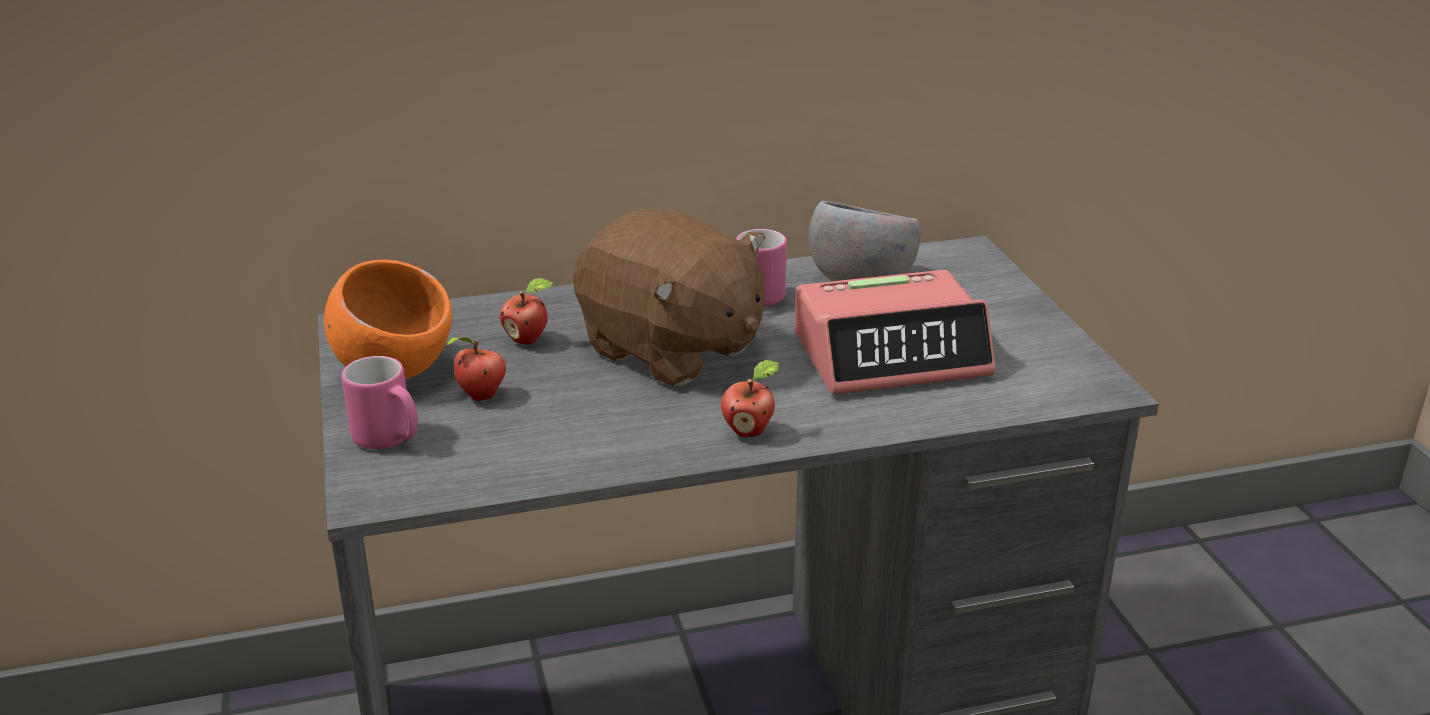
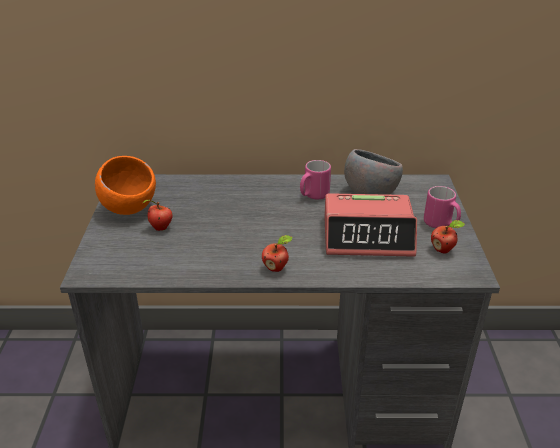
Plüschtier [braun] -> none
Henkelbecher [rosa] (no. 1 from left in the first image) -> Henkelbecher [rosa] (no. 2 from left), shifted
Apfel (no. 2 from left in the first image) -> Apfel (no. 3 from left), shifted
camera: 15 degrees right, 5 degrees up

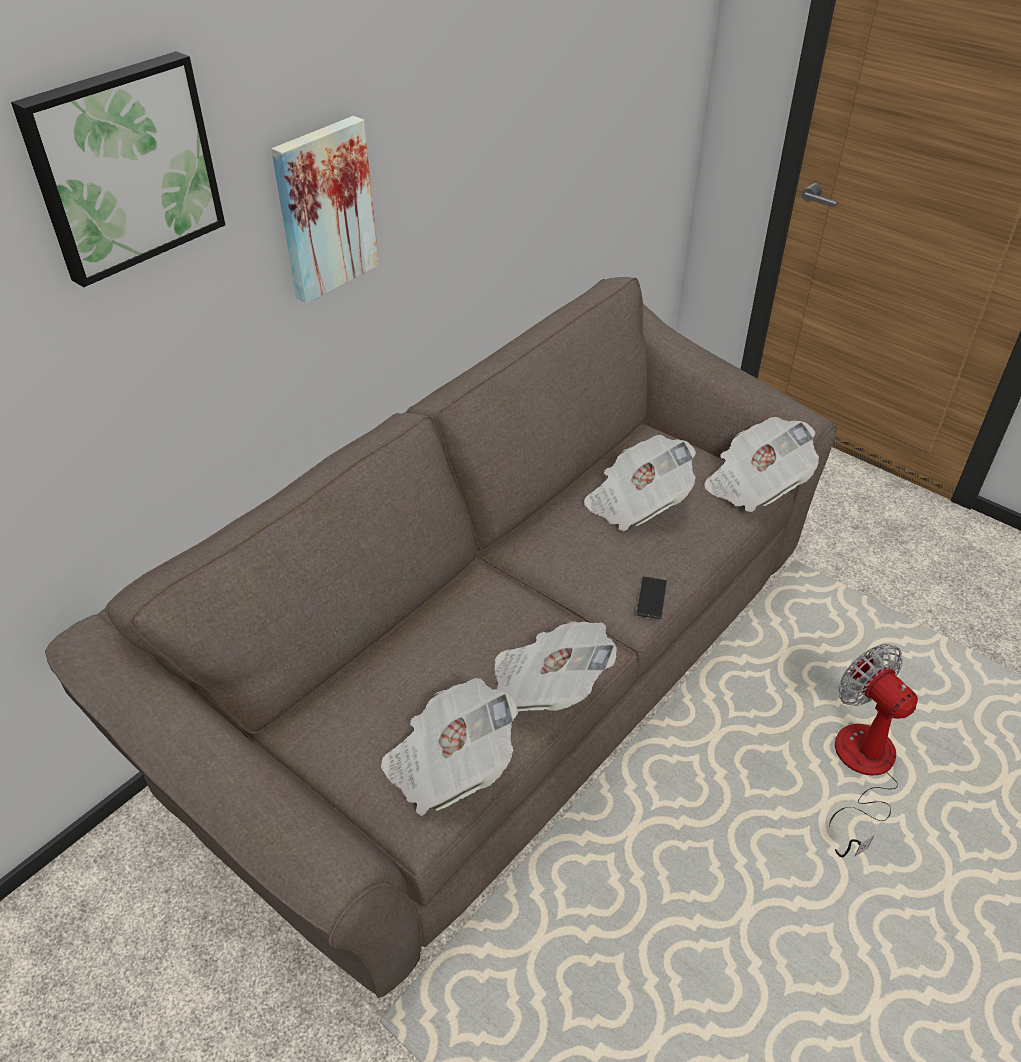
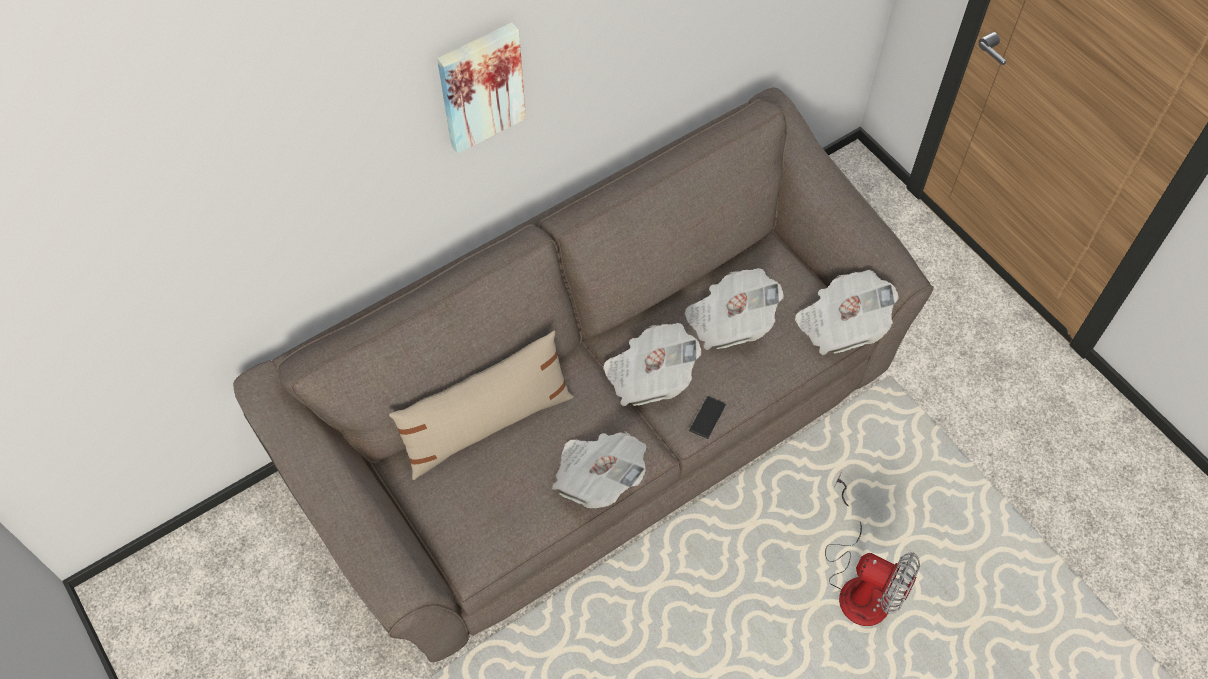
Bild (no. 1 from left) -> none
none -> Kissen [beige]
Zeitung (no. 1 from left in the first image) -> Zeitung (no. 2 from left), shifted
Ventilator, 135 degrees clockwise
camera: 15 degrees right, 15 degrees up

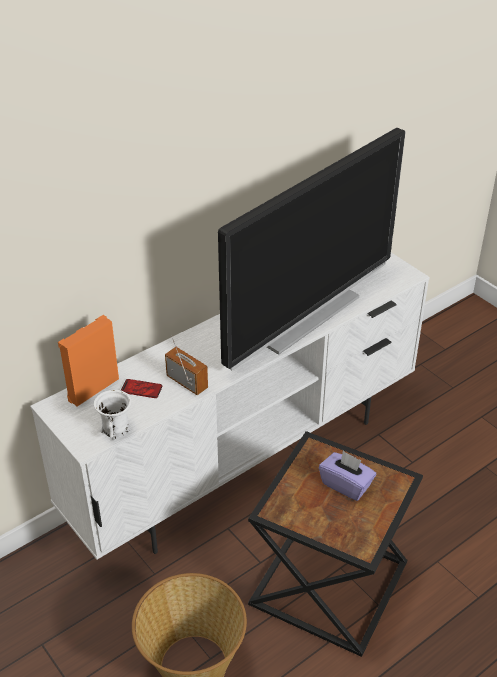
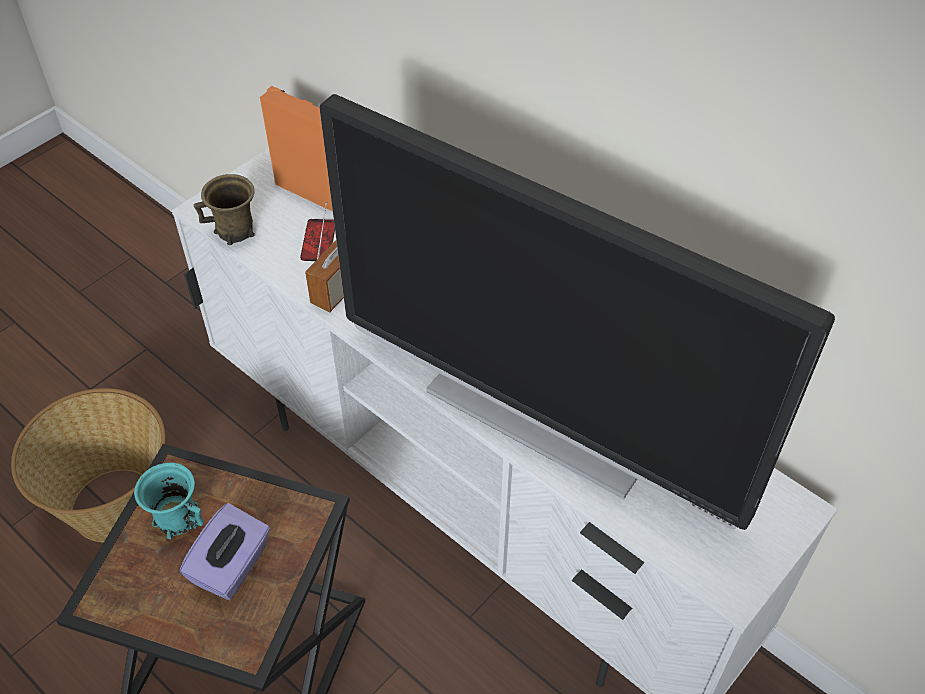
none -> Henkelbecher [türkis]
Henkelbecher [weiß] -> Henkelbecher [braun]
camera: 80 degrees right, 10 degrees up

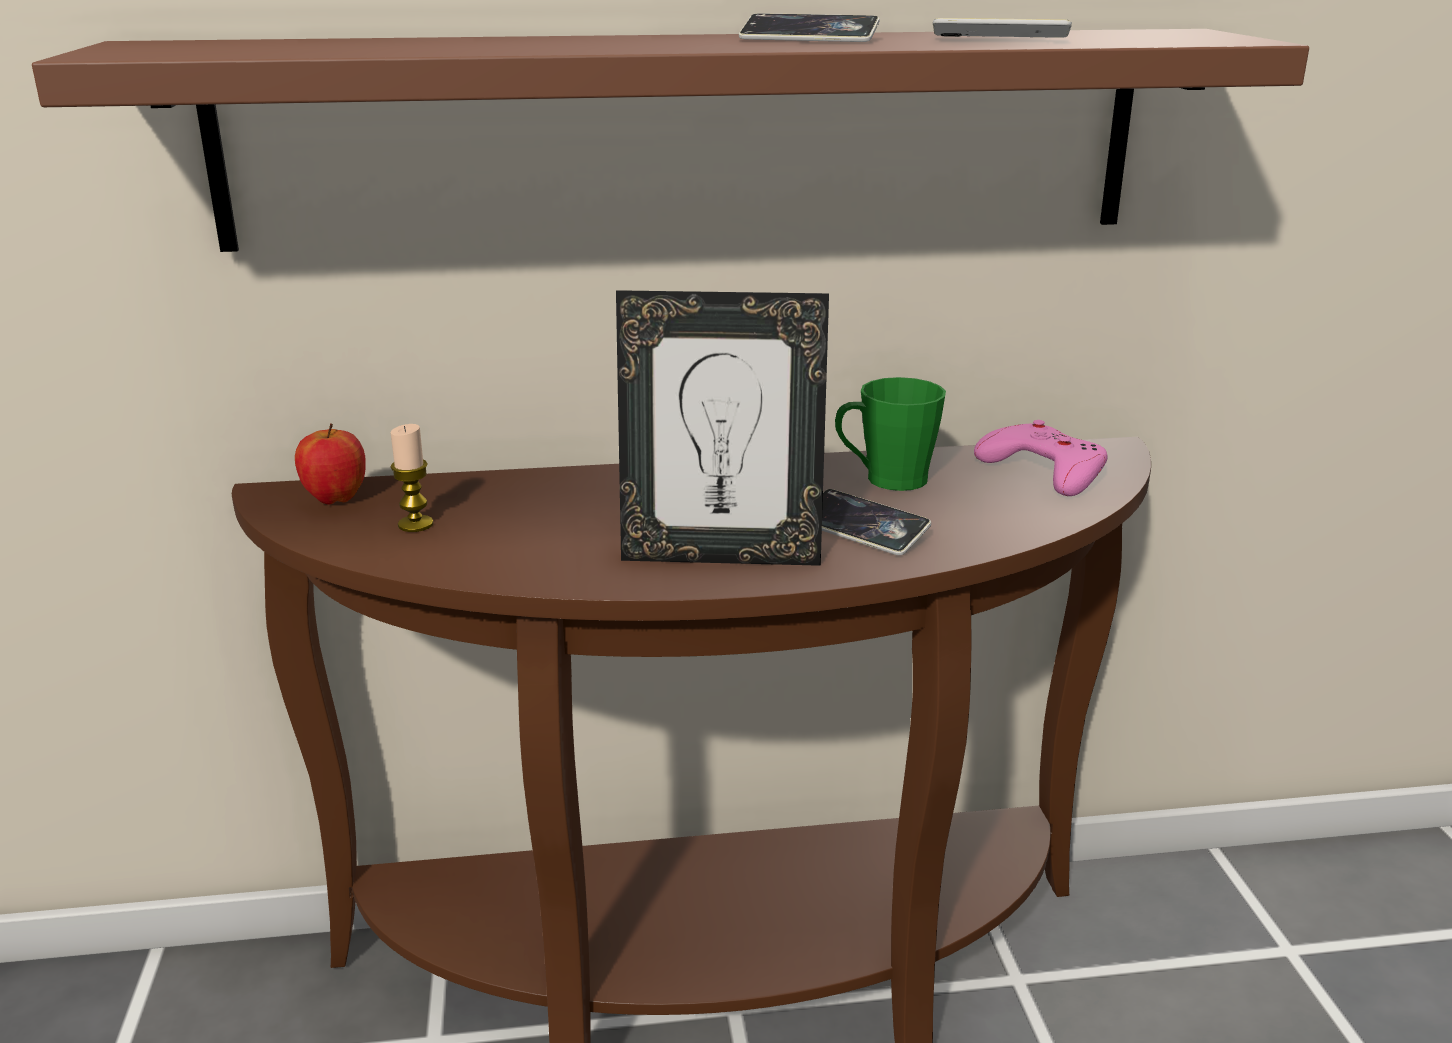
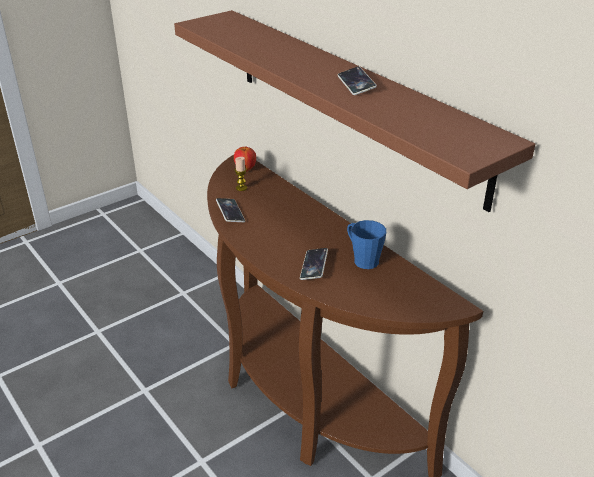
Bilderrahmen -> none
Gamepad [rosa] -> none
Handy (no. 3 from left in the first image) -> Handy (no. 1 from left), shifted
Henkelbecher [grün] -> Henkelbecher [blau]
camera: 60 degrees right, 10 degrees up

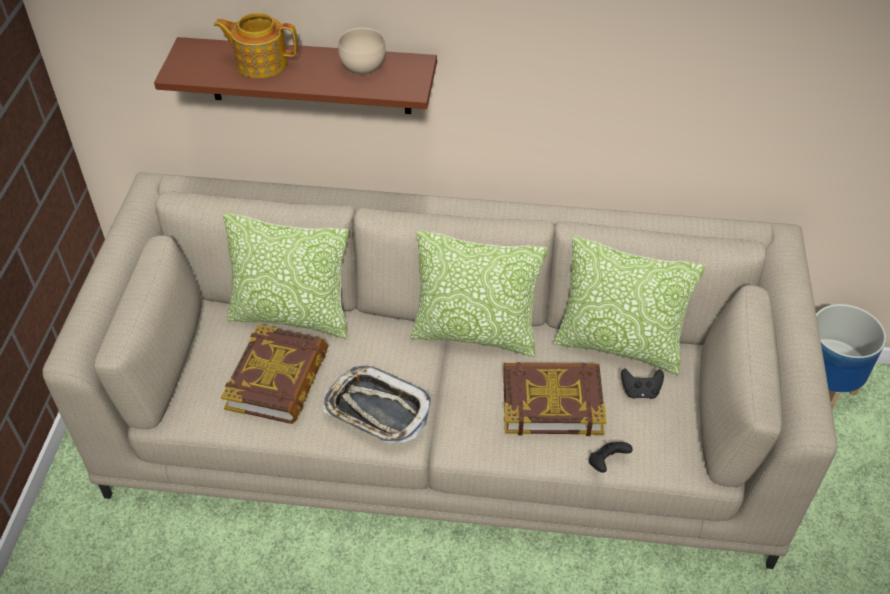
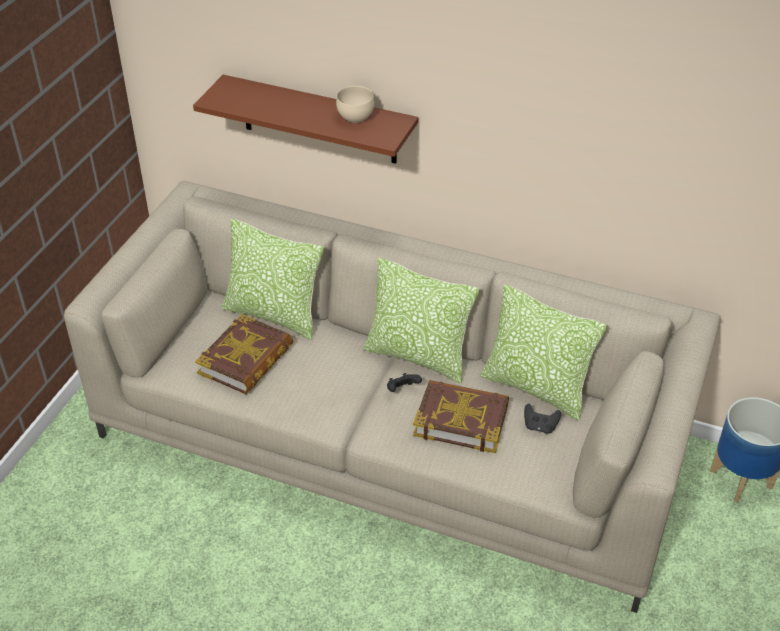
Teekanne -> none
Tablett -> none
Gamepad [schwarz] (no. 1 from left), shifted
camera: 15 degrees right, 5 degrees down

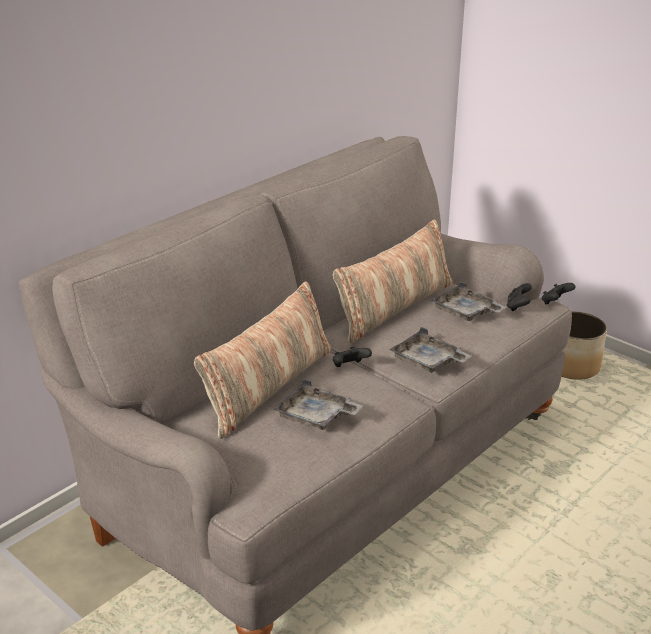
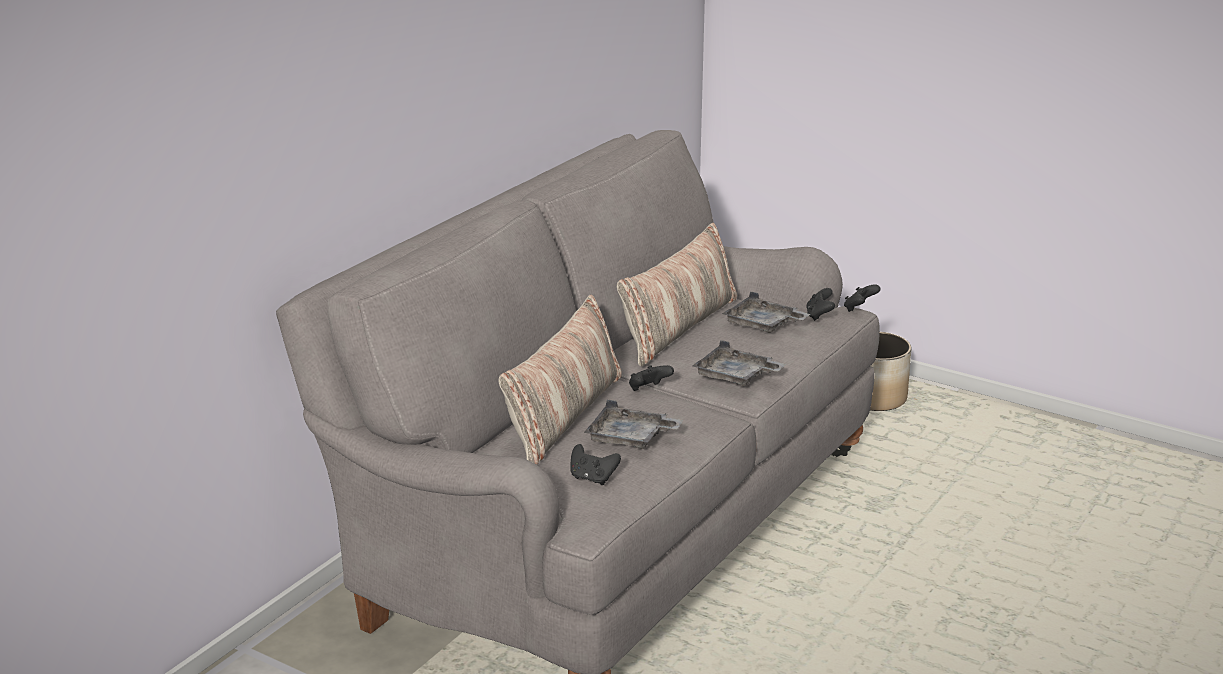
none -> Gamepad [schwarz] (no. 1 from left)
camera: 10 degrees left, 5 degrees down

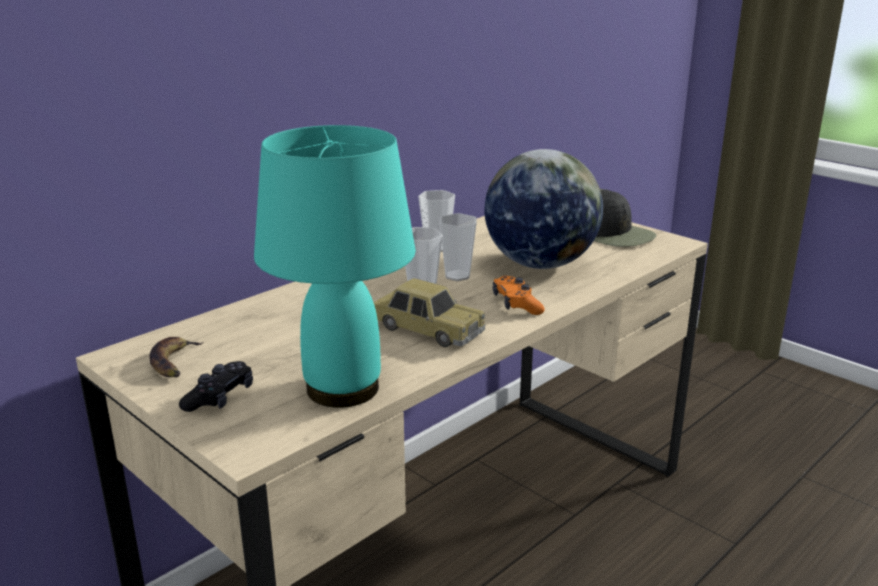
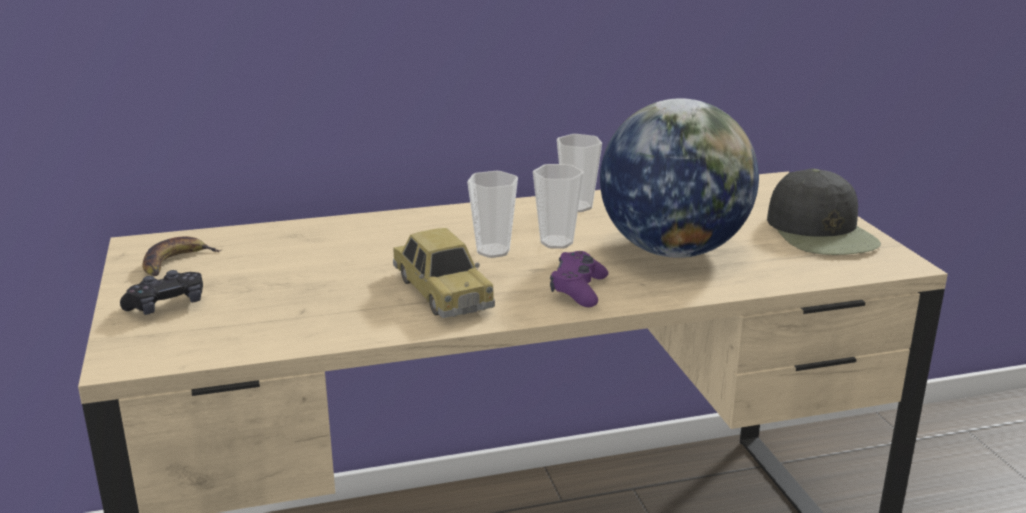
Tischlampe [türkis] -> none
Gamepad [orange] -> Gamepad [lila]
camera: 30 degrees right, 0 degrees up

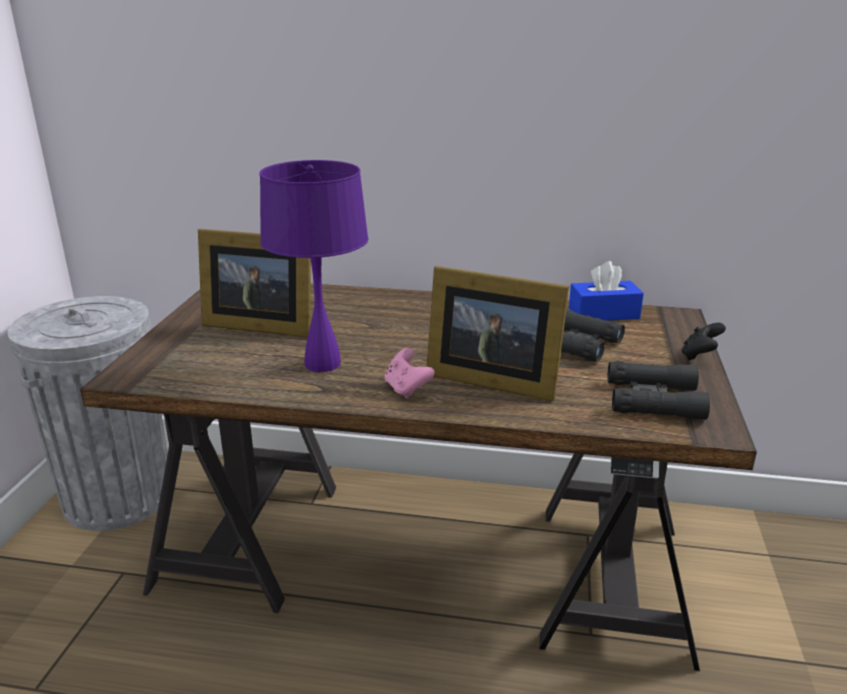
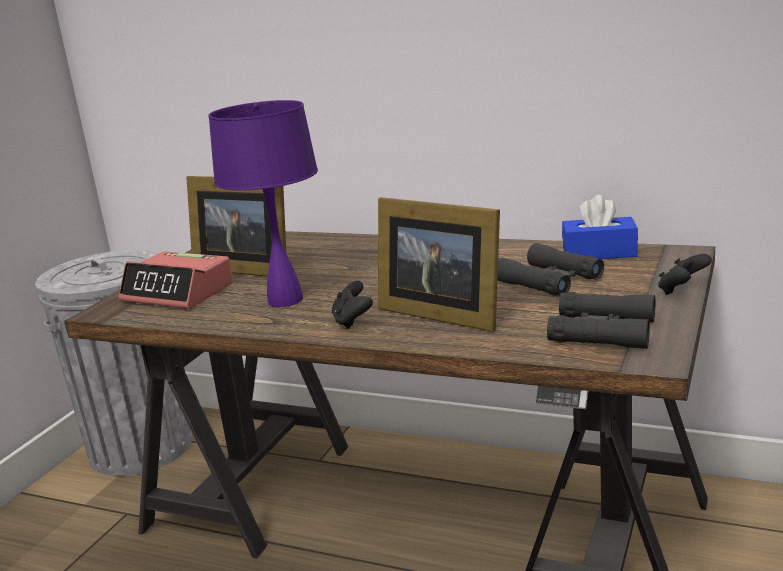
none -> Wecker
Gamepad [rosa] -> Gamepad [schwarz] (no. 1 from left)
camera: 15 degrees right, 5 degrees down

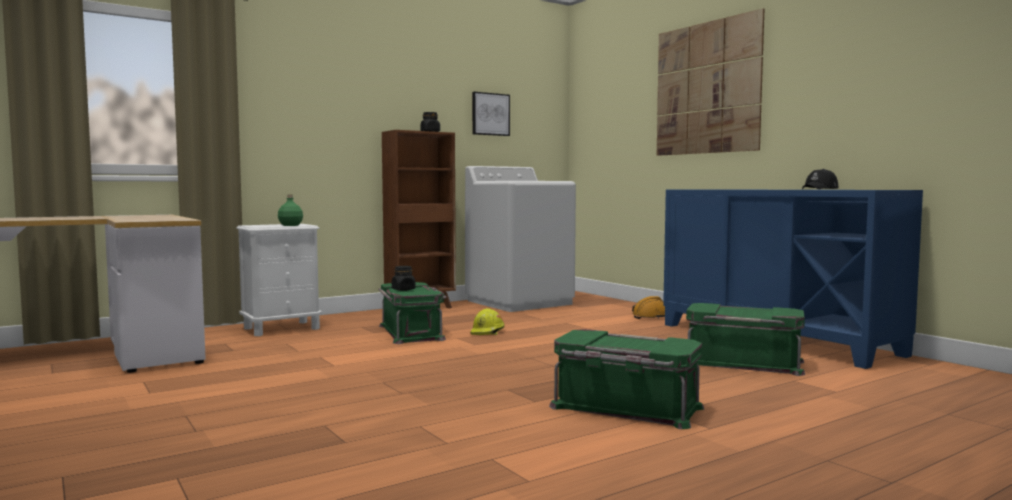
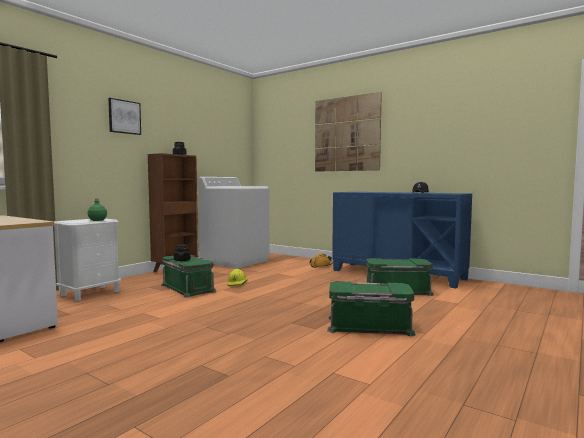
Bild (no. 1 from left), shifted
camera: 20 degrees left, 0 degrees up

